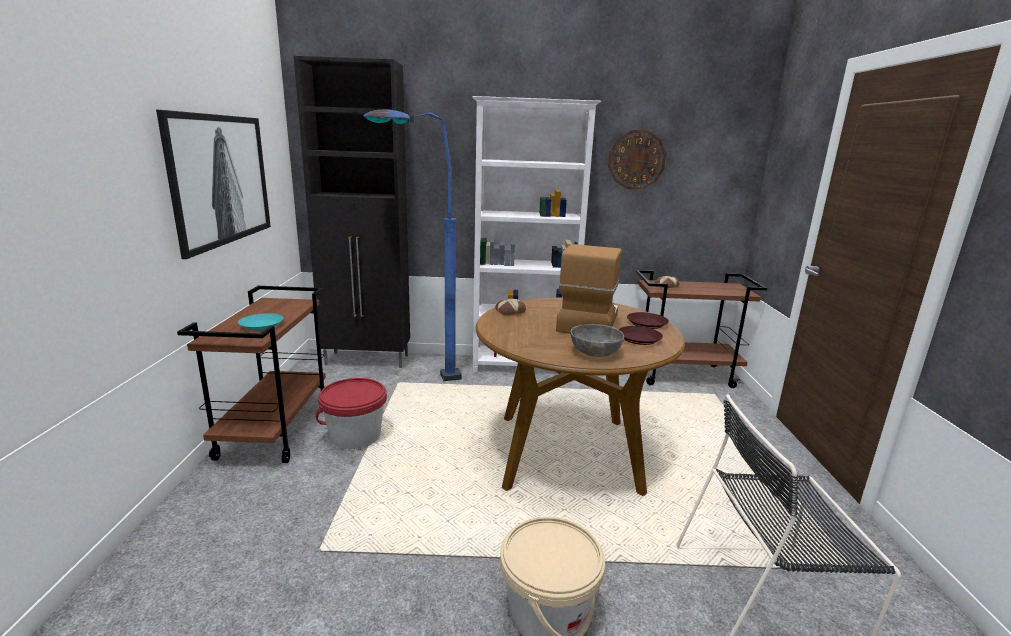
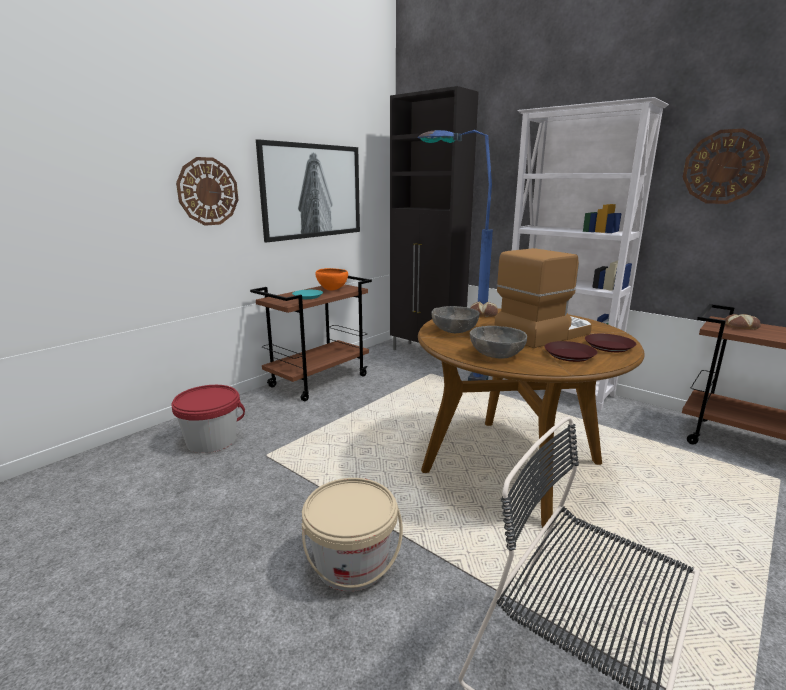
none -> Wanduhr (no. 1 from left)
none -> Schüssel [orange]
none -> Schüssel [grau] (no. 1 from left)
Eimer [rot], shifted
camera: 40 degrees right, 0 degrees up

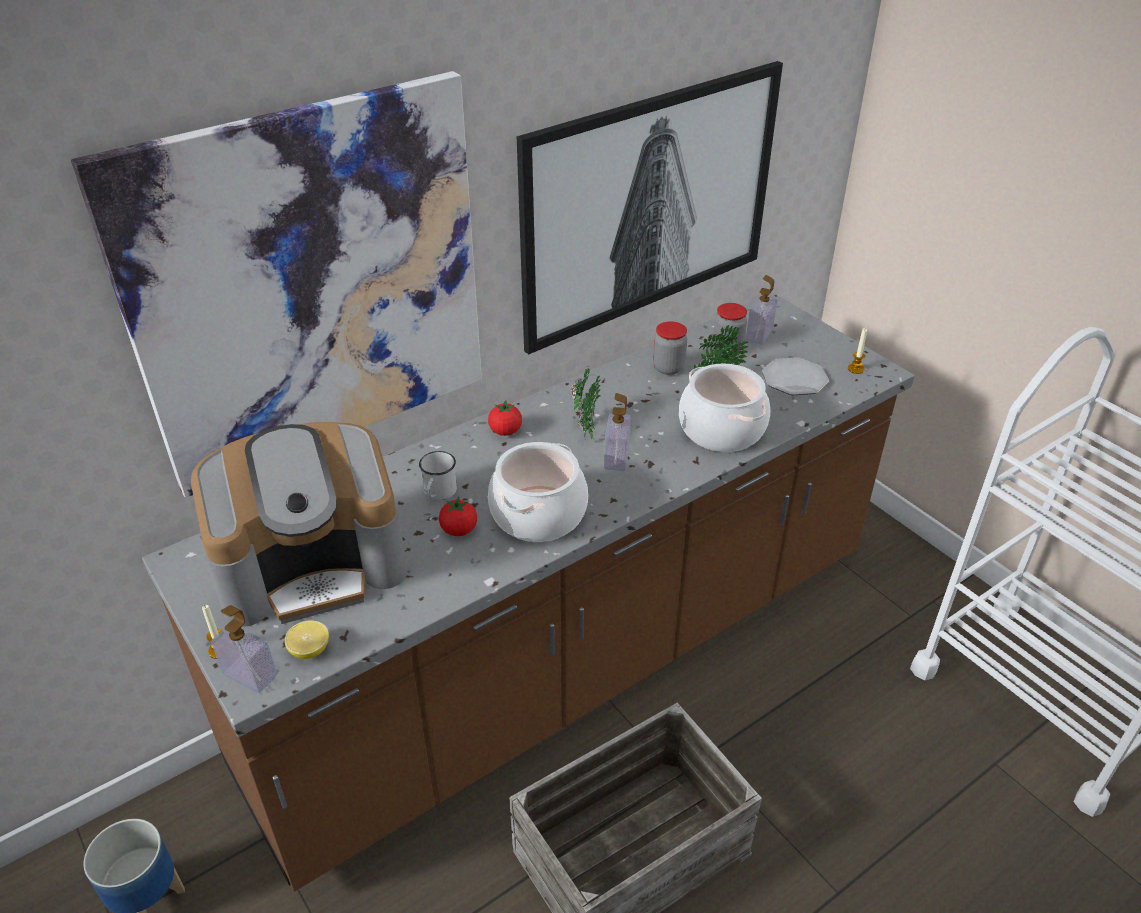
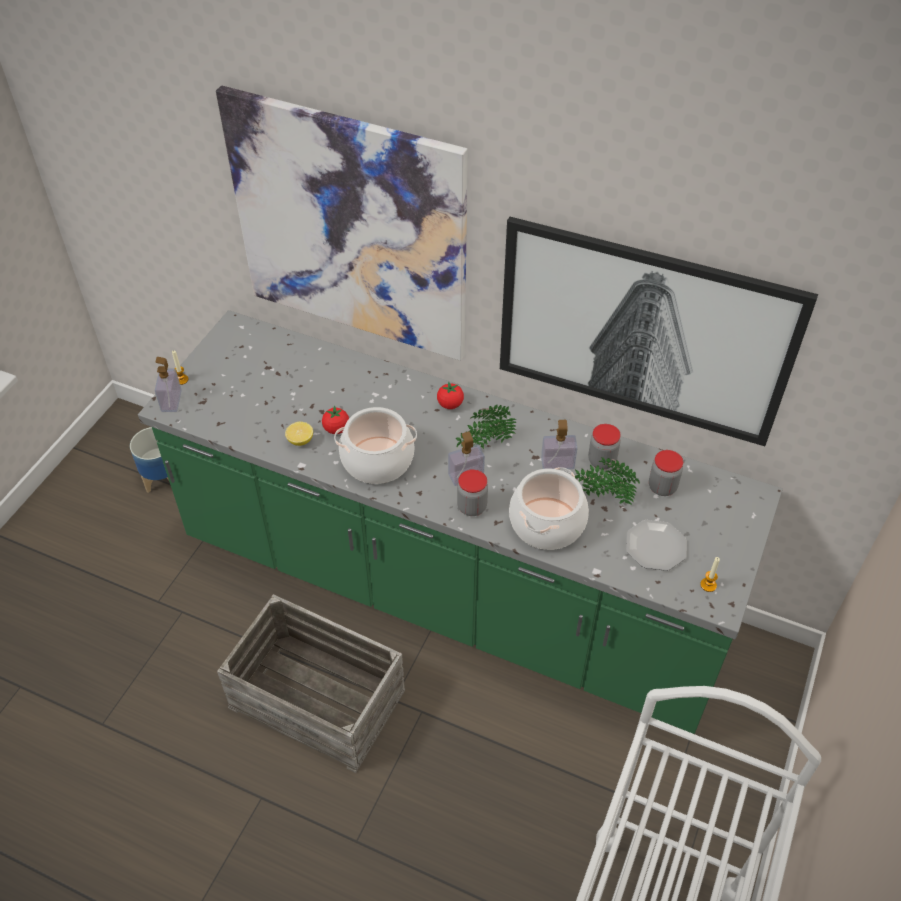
Kaffeemaschine -> none
Henkelbecher [weiß] -> none
none -> Vorratsglas (no. 1 from left)
Zitrone, shifted
Seifenspender (no. 3 from left), shifted
Küchenzeile [braun] -> Küchenzeile [grün]
camera: 60 degrees right, 10 degrees up

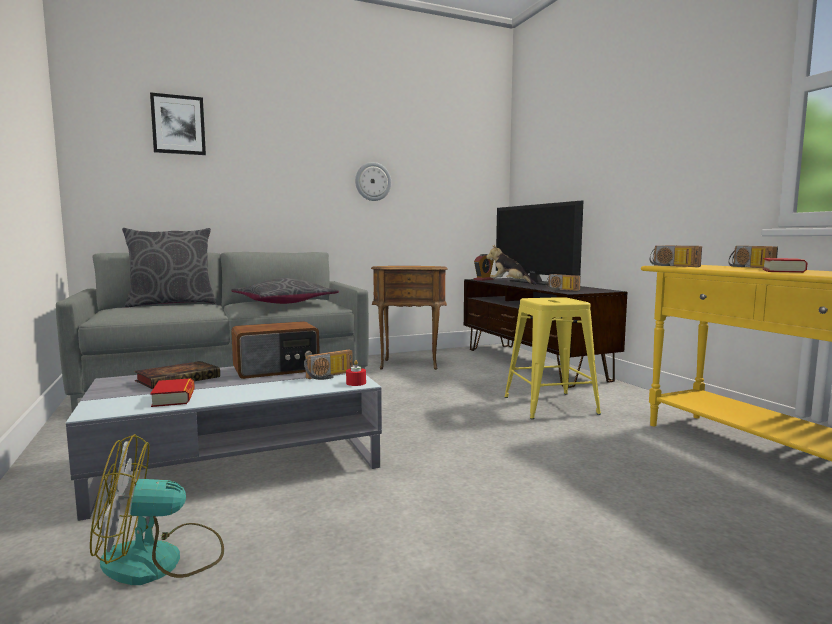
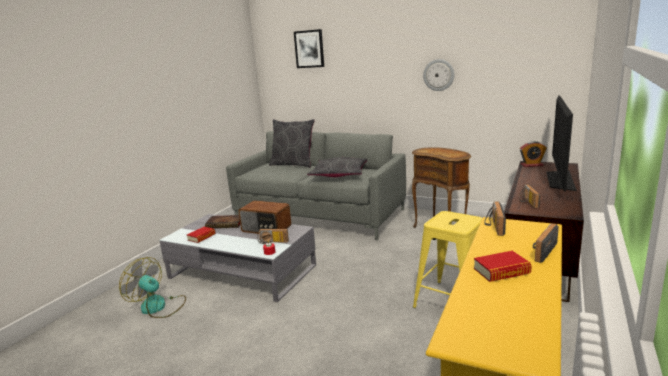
Plüschtier -> none
camera: 50 degrees right, 10 degrees up

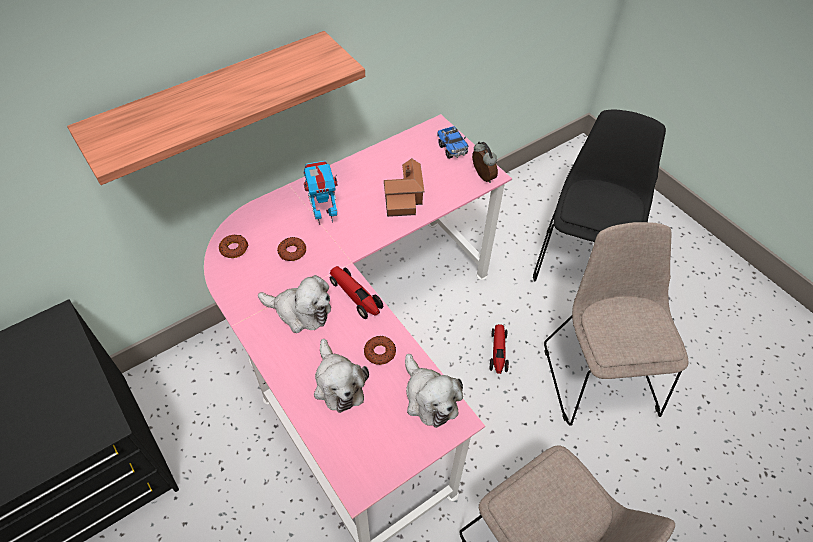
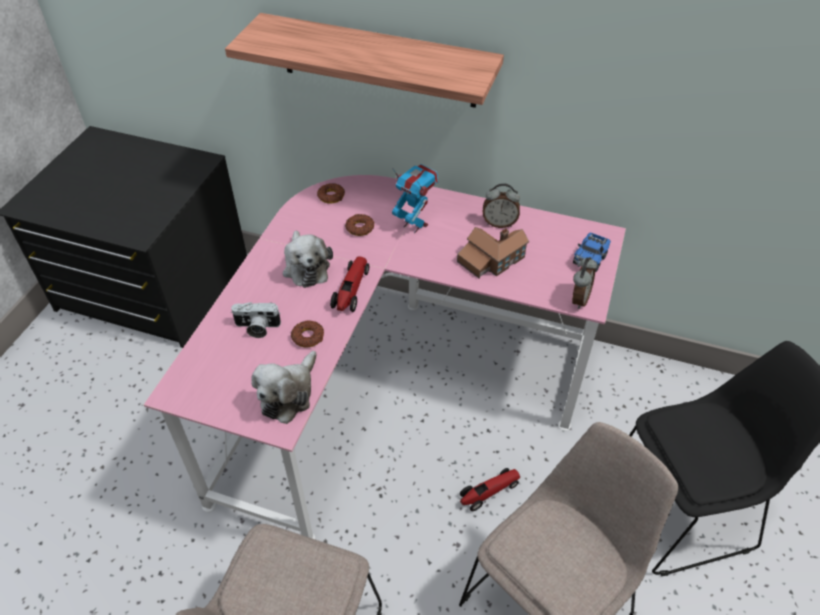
none -> Wecker (no. 1 from left)
Plüschtier (no. 2 from left) -> Kamera
camera: 55 degrees right, 5 degrees down

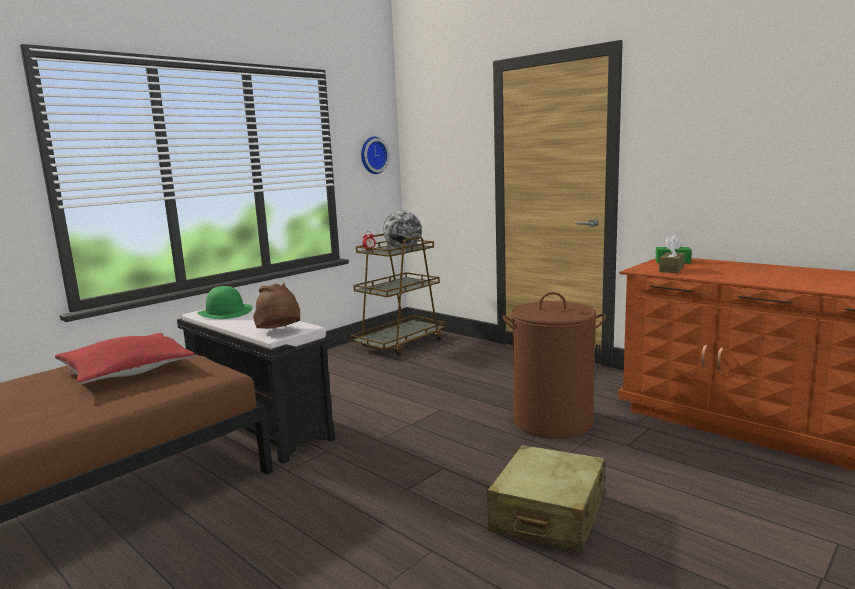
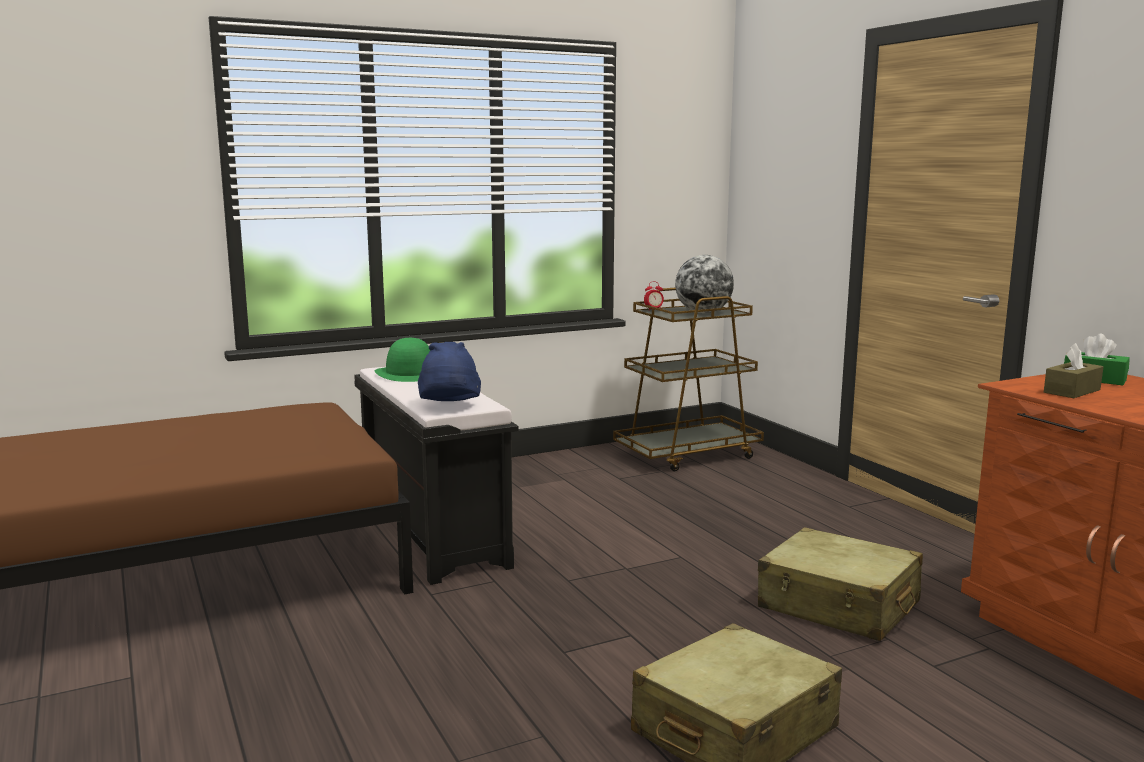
Kissen [rot] -> none
Wanduhr -> none
Wäschekorb [braun] -> Koffer [beige] (no. 2 from left)
Hut [braun] -> Hut [blau]
camera: 20 degrees right, 0 degrees up

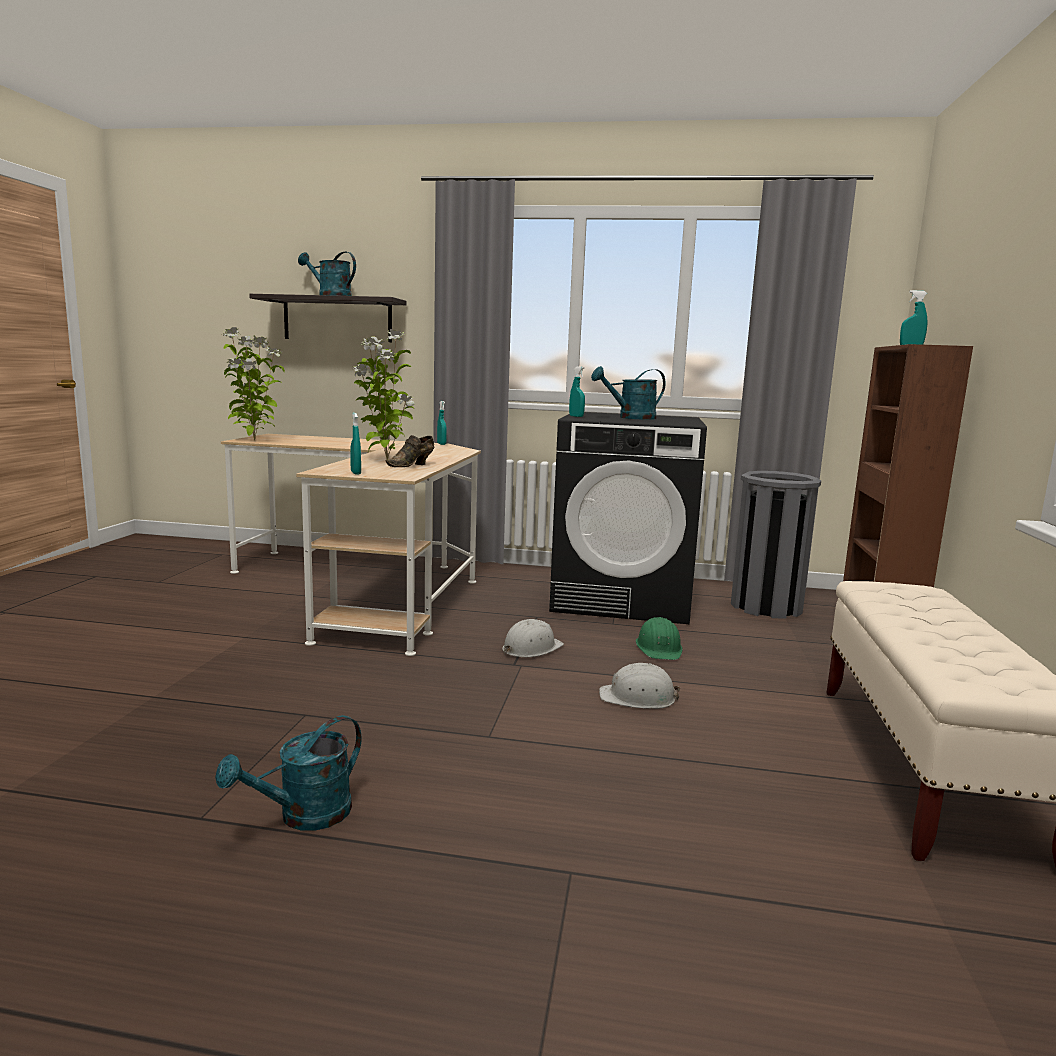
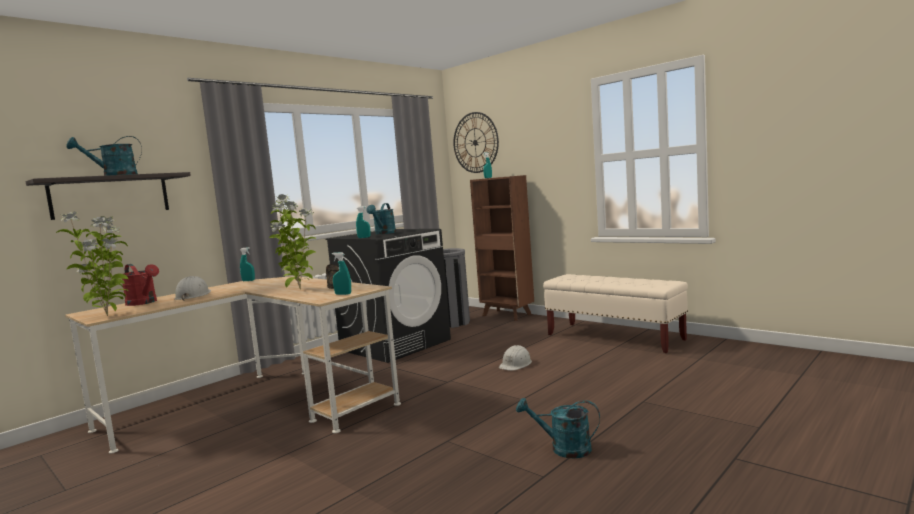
Schutzhelm [grün] -> none
none -> Gießkanne [rot]
none -> Wanduhr
Schutzhelm [weiß] (no. 1 from left), shifted
Gießkanne [türkis] (no. 1 from left in the first image) -> Gießkanne [türkis] (no. 3 from left), 120 degrees clockwise
camera: 55 degrees left, 5 degrees down

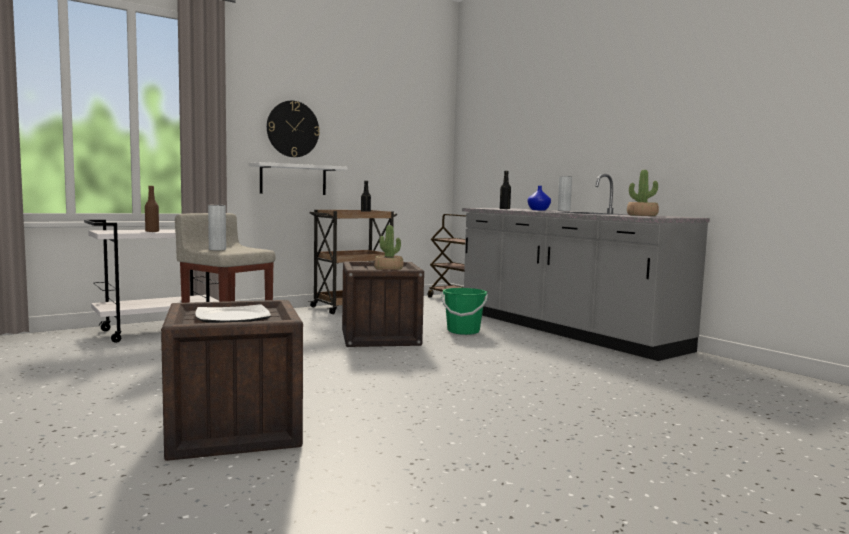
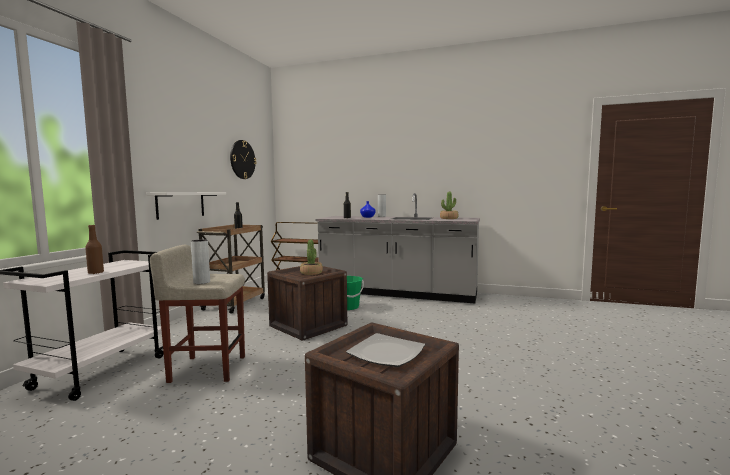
Wanduhr, shifted
camera: 35 degrees left, 0 degrees up

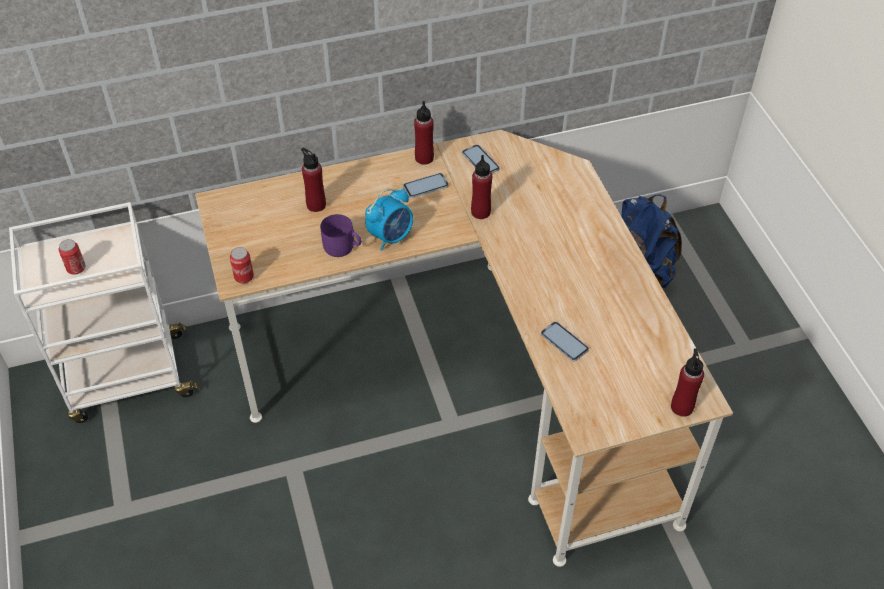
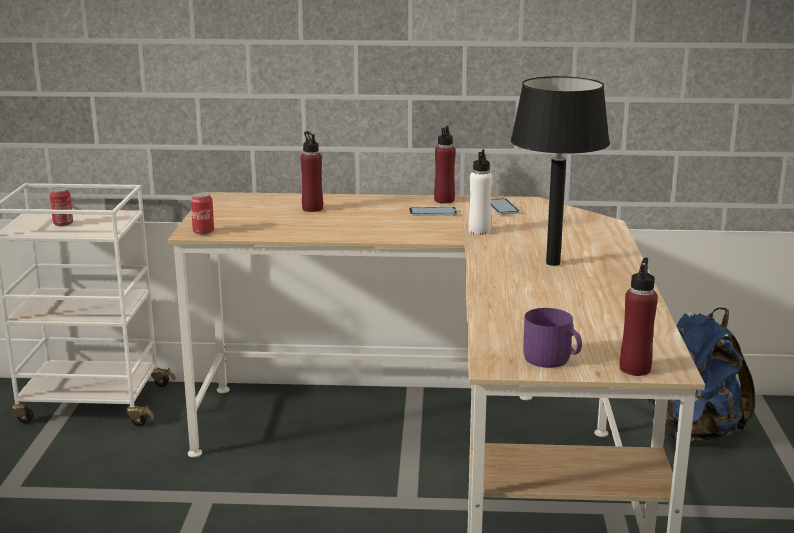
Wecker -> none
Handy (no. 3 from left) -> none
none -> Tischlampe [schwarz]
Henkelbecher [lila], shifted
Flasche [rot] (no. 3 from left) -> Flasche [weiß]
camera: 20 degrees right, 30 degrees down

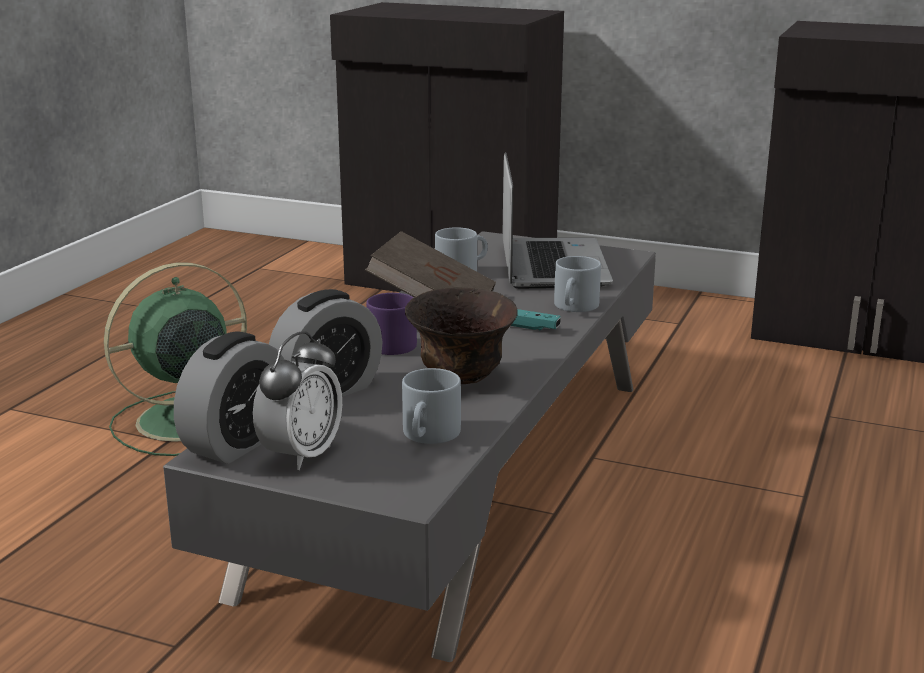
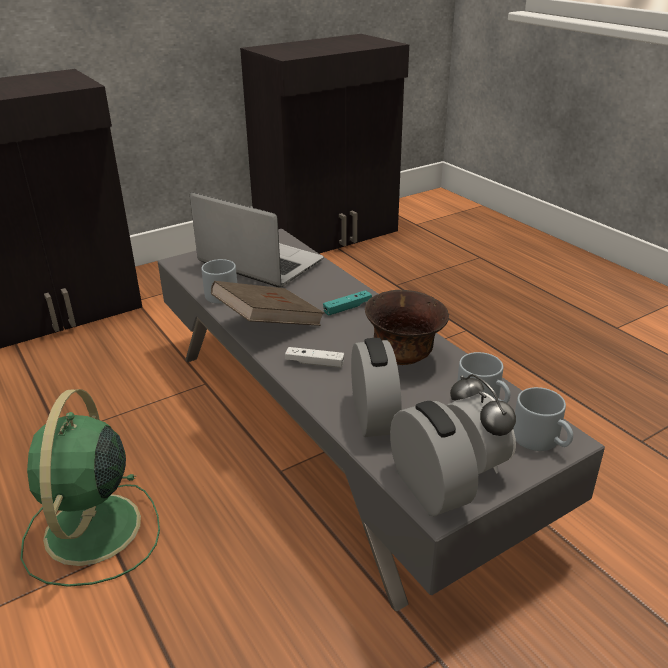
Henkelbecher [grau] (no. 3 from left), shifted
Henkelbecher [lila] -> Gamepad [weiß]
camera: 55 degrees left, 10 degrees up

